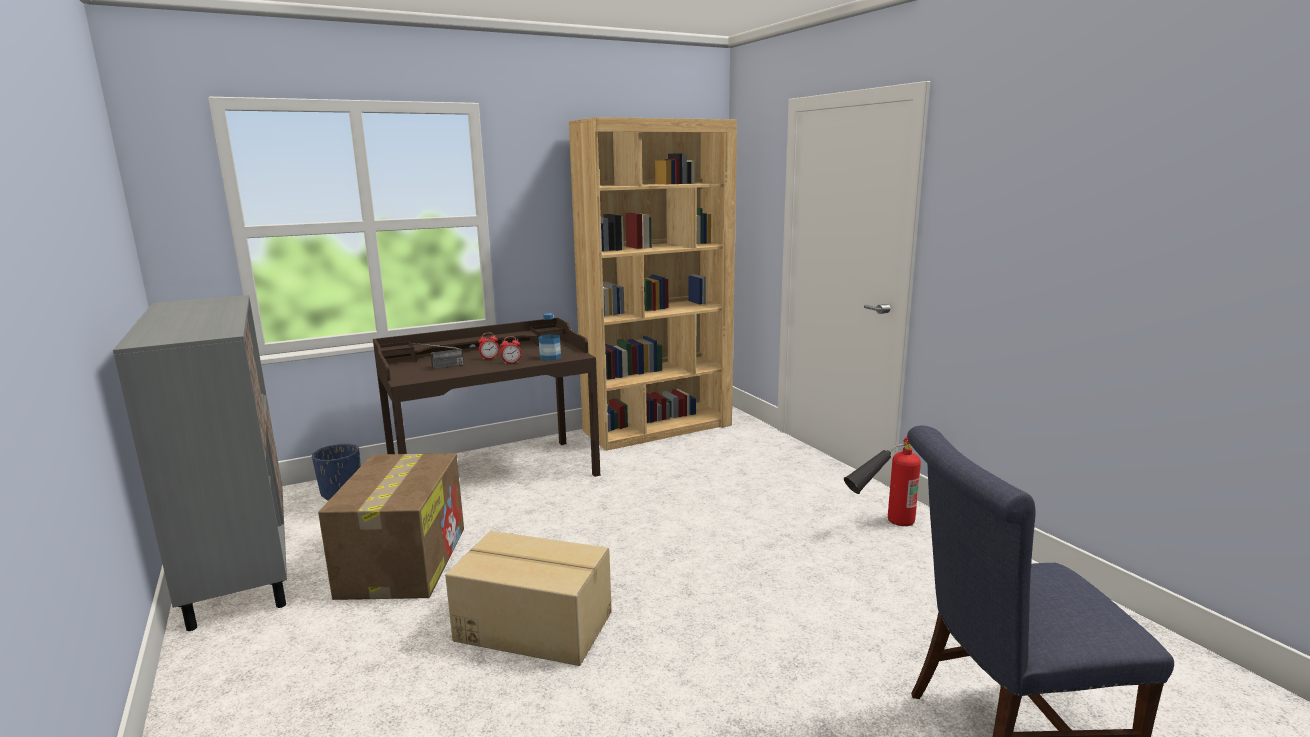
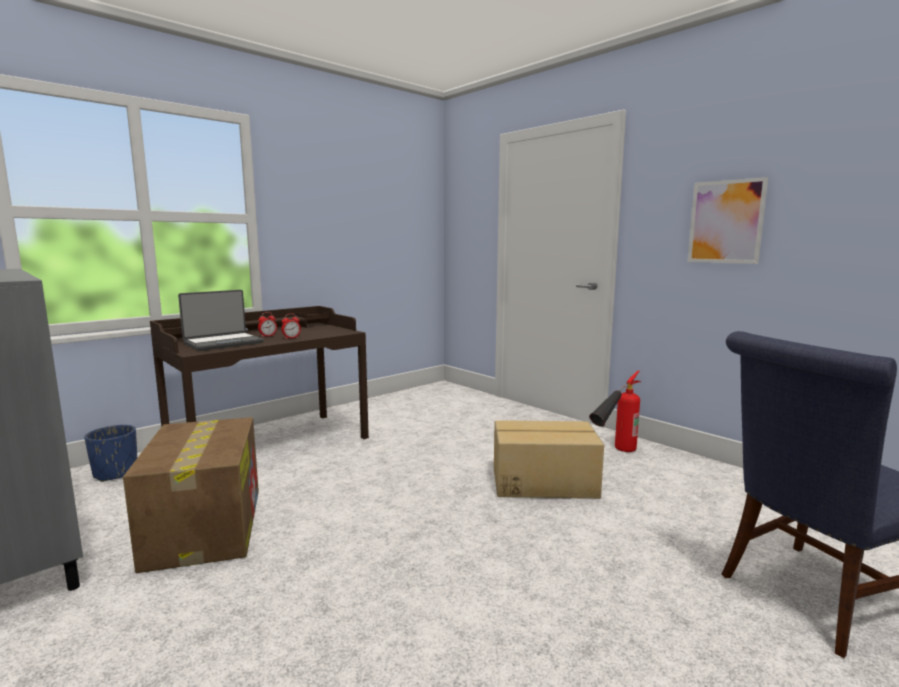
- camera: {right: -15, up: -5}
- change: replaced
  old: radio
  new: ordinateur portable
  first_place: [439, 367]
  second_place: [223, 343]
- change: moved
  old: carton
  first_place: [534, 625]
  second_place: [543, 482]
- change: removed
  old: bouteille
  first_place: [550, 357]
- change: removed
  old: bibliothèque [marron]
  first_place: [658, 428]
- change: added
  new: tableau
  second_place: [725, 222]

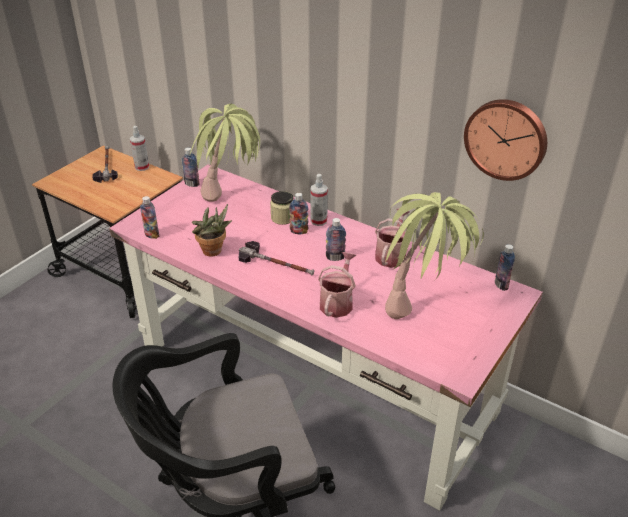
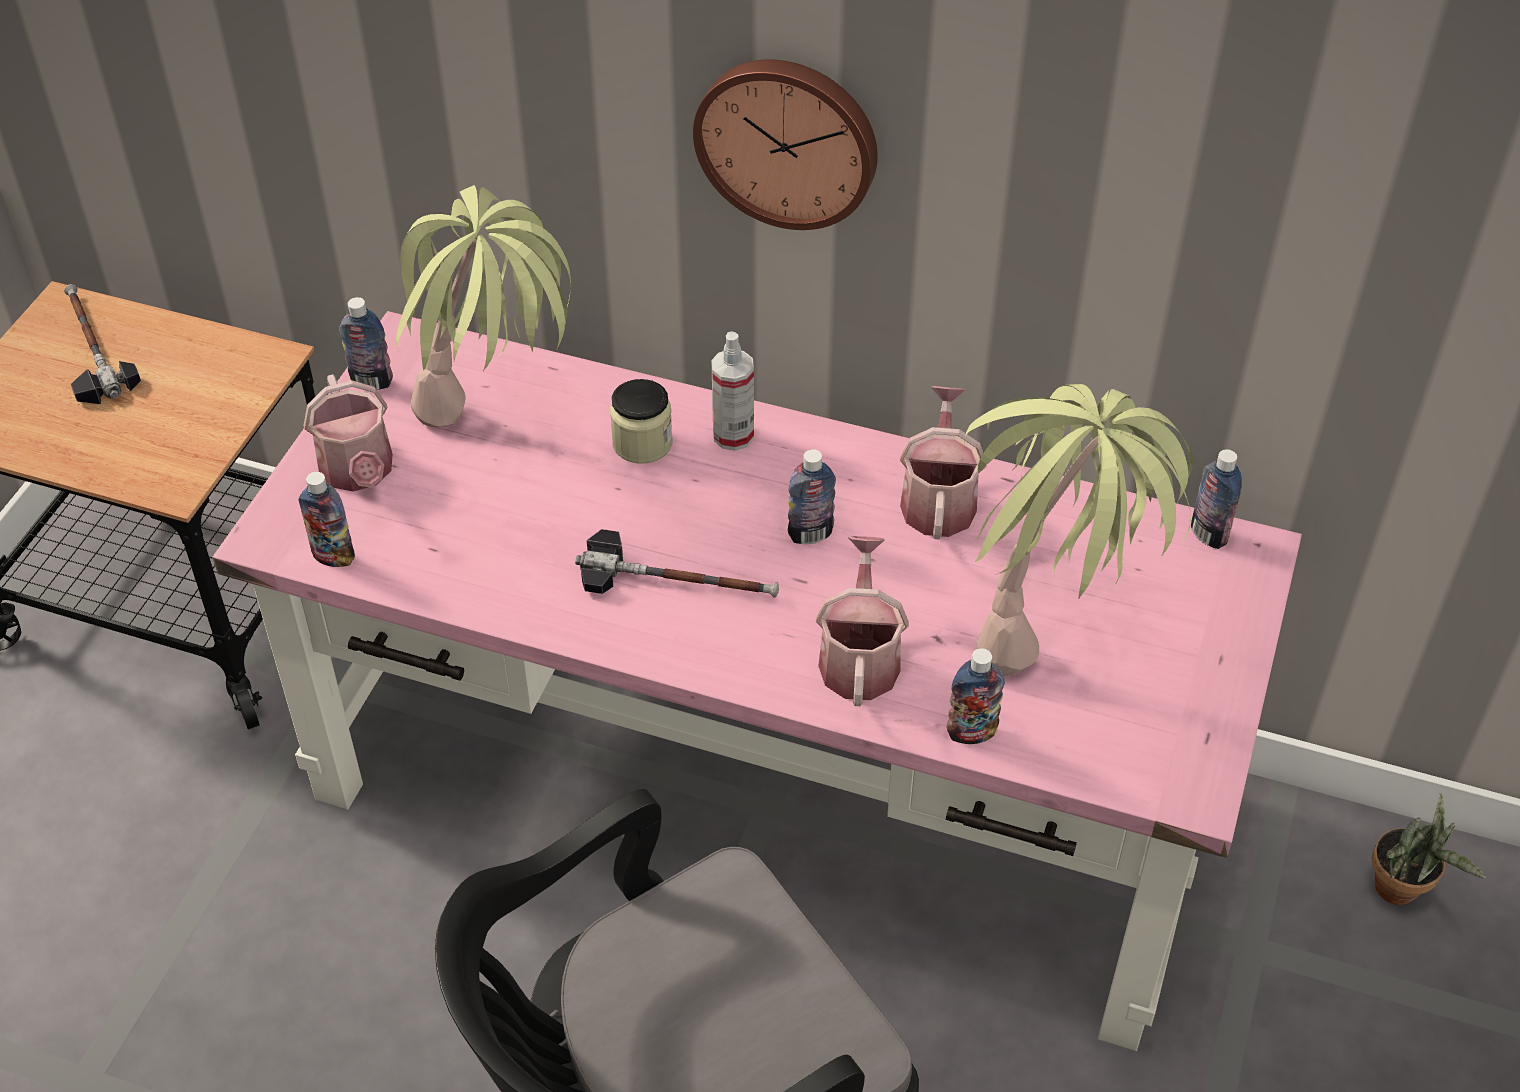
- camera: {right: -15, up: 10}
- change: removed
  old: vaporisateur
  first_place: [142, 167]
- change: moved
  old: plante en pot
  first_place: [214, 252]
  second_place: [1403, 891]
- change: moved
  old: bouteille
  first_place: [299, 231]
  second_place: [971, 733]
- change: moved
  old: horloge murale
  first_place: [506, 138]
  second_place: [788, 140]
- change: added
  new: arrosoir
  second_place: [359, 473]

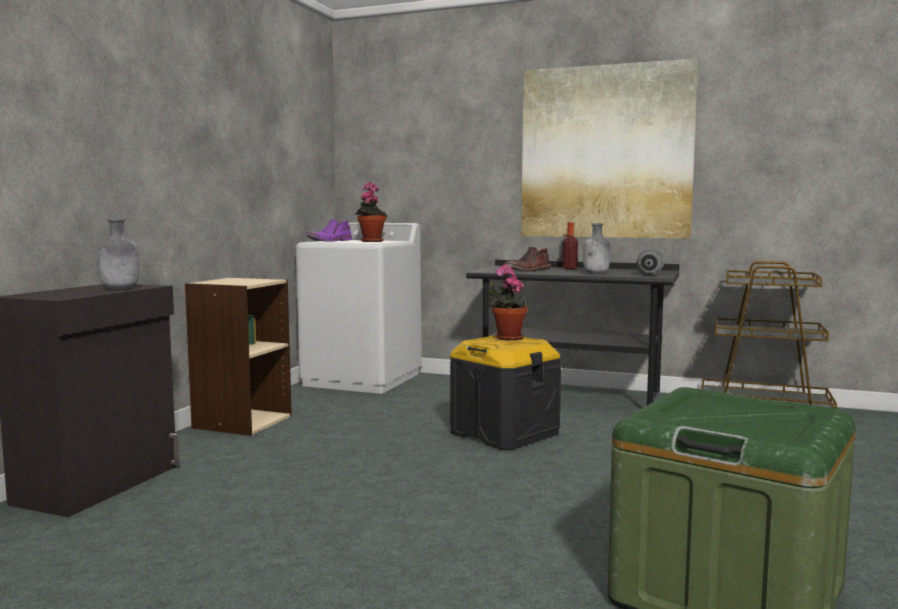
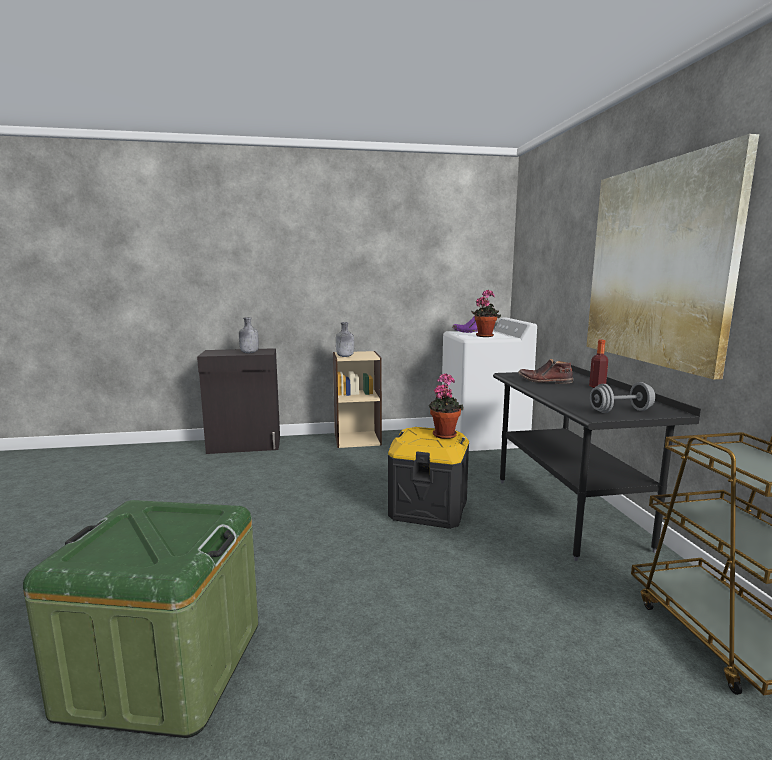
- camera: {right: 60, up: 5}
- change: moved
  old: bouteille [gris]
  first_place: [596, 273]
  second_place: [345, 356]

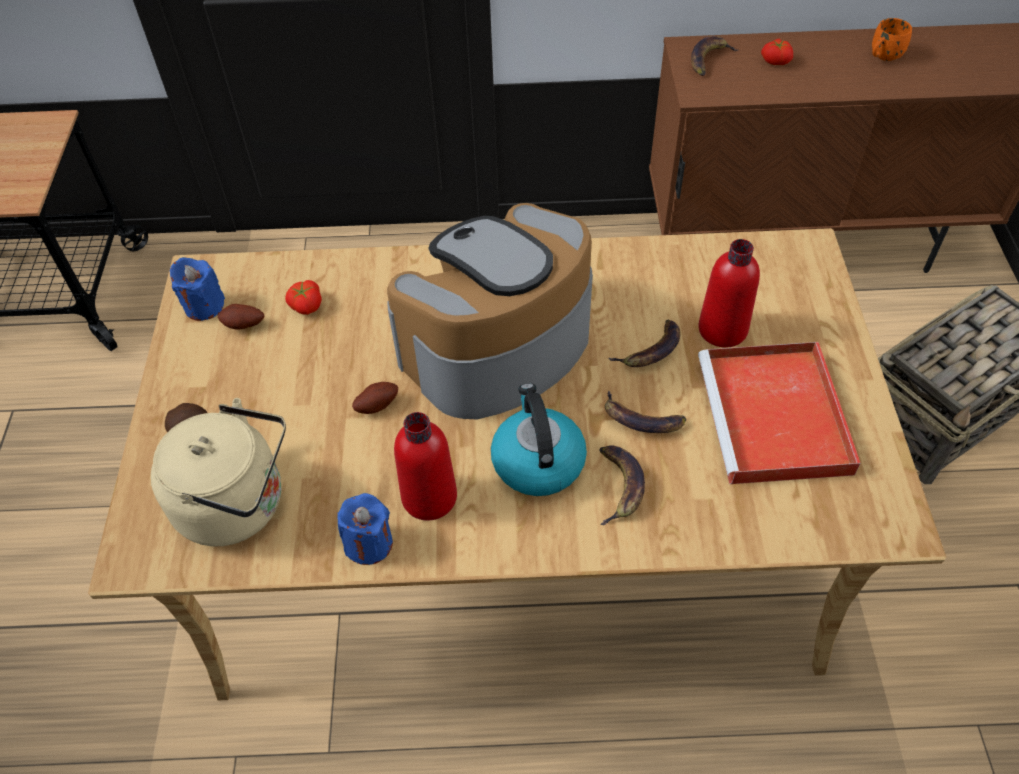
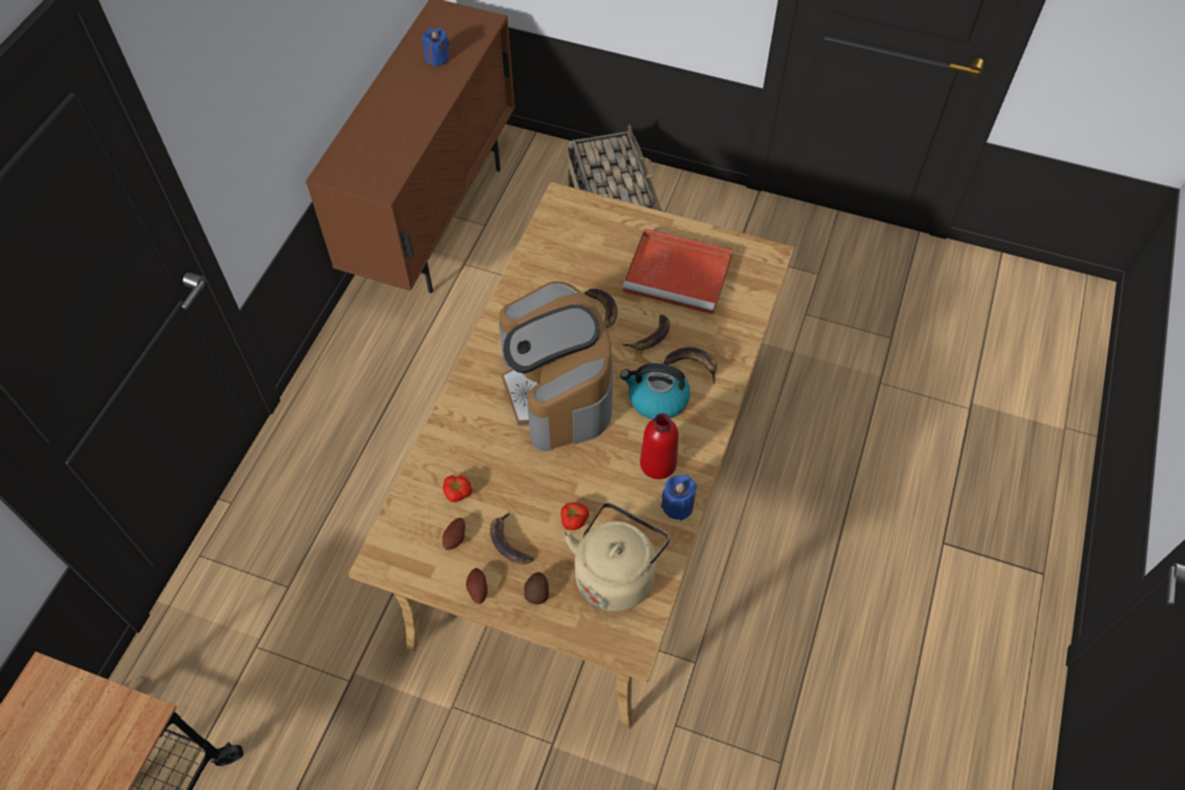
- camera: {right: -70, up: 5}
- change: moved
  old: bougie [bleu]
  first_place: [204, 306]
  second_place: [437, 58]
- change: moved
  old: pomme de terre
  first_place: [376, 405]
  second_place: [477, 590]
- change: moved
  old: banane
  first_place: [709, 59]
  second_place: [509, 542]
- change: removed
  old: bouteille [rouge]
  first_place: [722, 329]
- change: moved
  old: tomate
  first_place: [776, 60]
  second_place: [573, 519]
- change: removed
  old: mug [orange]
  first_place: [883, 57]

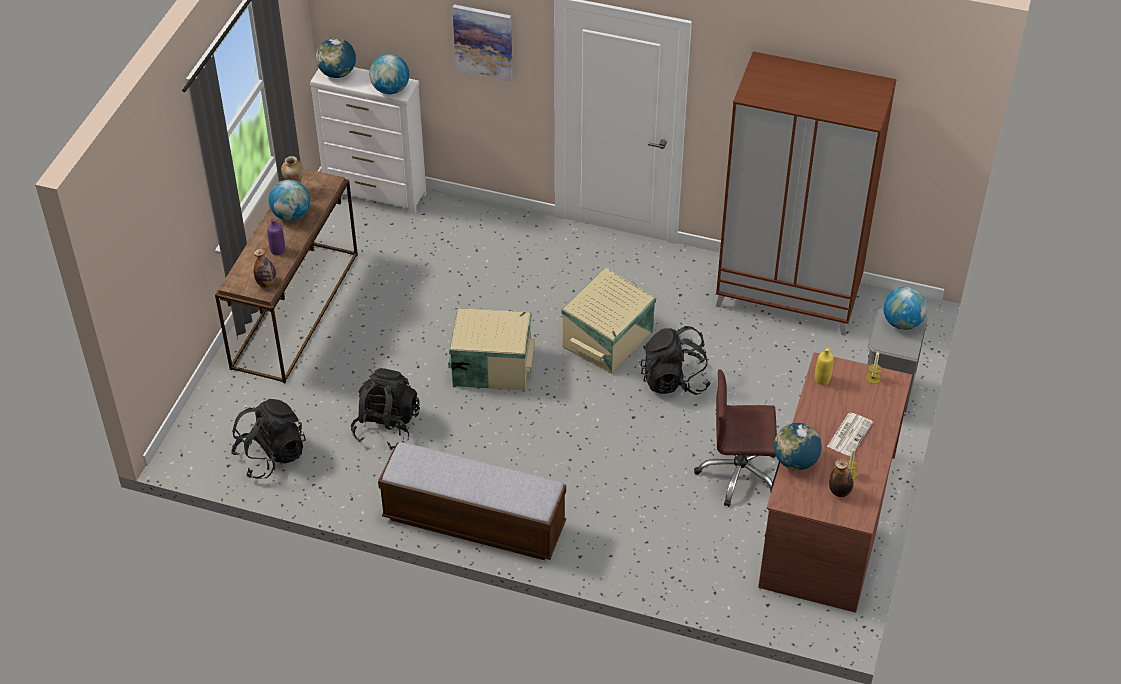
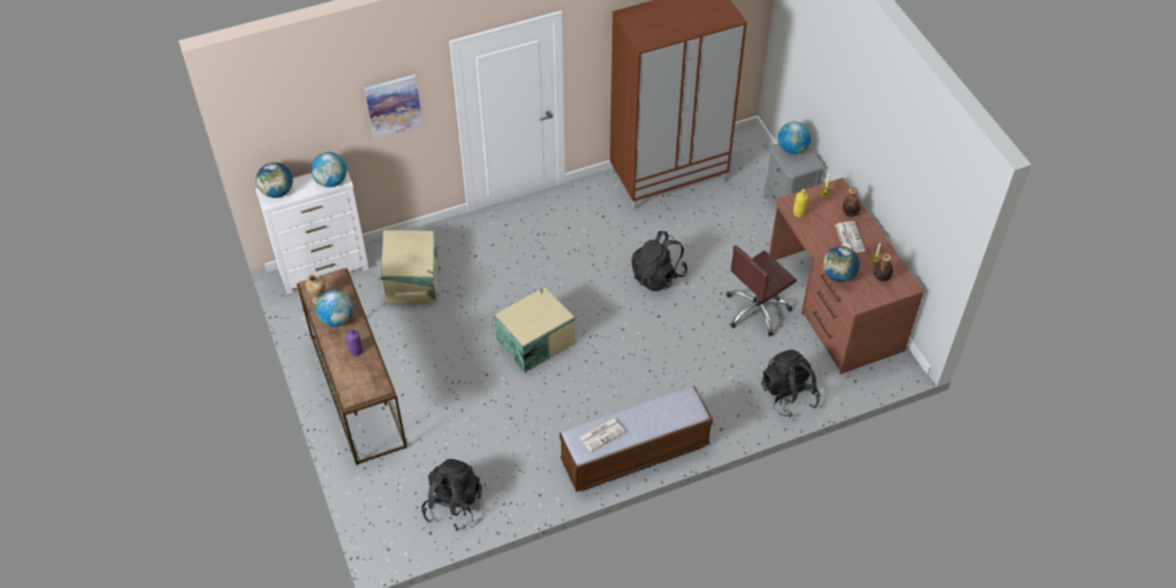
- camera: {right: -40, up: 5}
- change: moved
  old: bouteille
  first_place: [266, 283]
  second_place: [850, 213]
- change: moved
  old: sac à dos [noir]
  first_place: [386, 426]
  second_place: [788, 395]
- change: moved
  old: boîte de rangement [beige]
  first_place: [609, 339]
  second_place: [413, 279]
- change: added
  new: journal
  second_place: [602, 434]

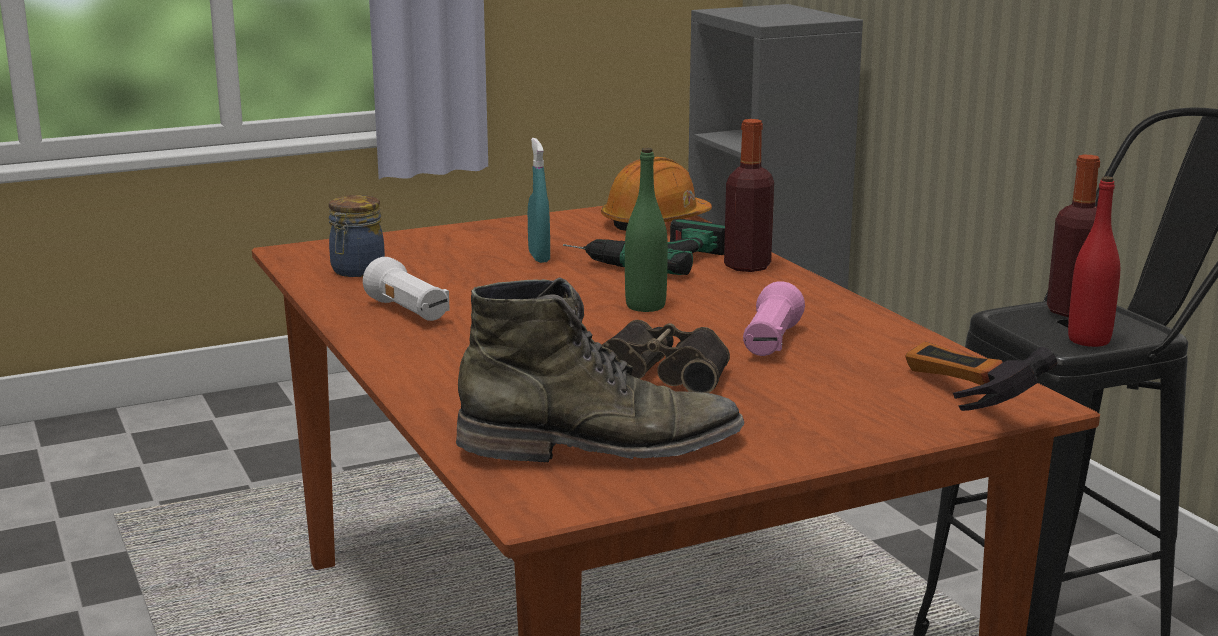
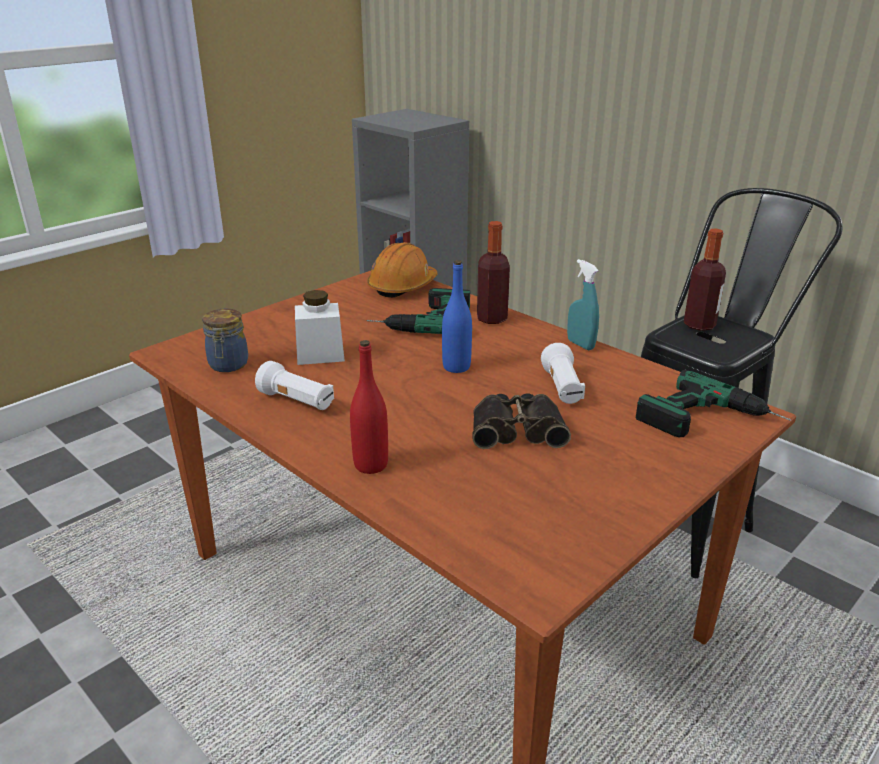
- camera: {right: -20, up: 10}
- change: removed
  old: botte [vert]
  first_place: [602, 447]
- change: moved
  old: vaporisateur [turquoise]
  first_place: [539, 257]
  second_place: [580, 344]
- change: recoloured
  old: bouteille [vert]
  new: bouteille [bleu]
  first_place: [645, 306]
  second_place: [456, 367]
- change: recoloured
  old: lampe de poche [rose]
  new: lampe de poche [blanc]
  first_place: [770, 343]
  second_place: [562, 388]
- change: replaced
  old: marteau
  new: perceuse
  first_place: [955, 401]
  second_place: [712, 421]
- change: moved
  old: bouteille [rouge]
  first_place: [1089, 340]
  second_place: [371, 465]
- change: added
  new: bocal [blanc]
  second_place: [320, 354]

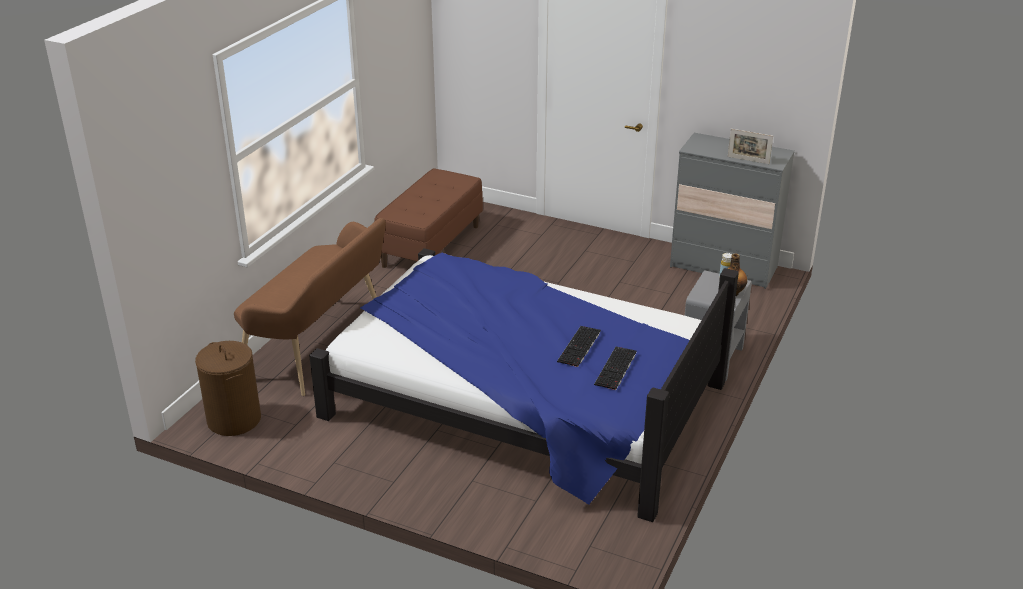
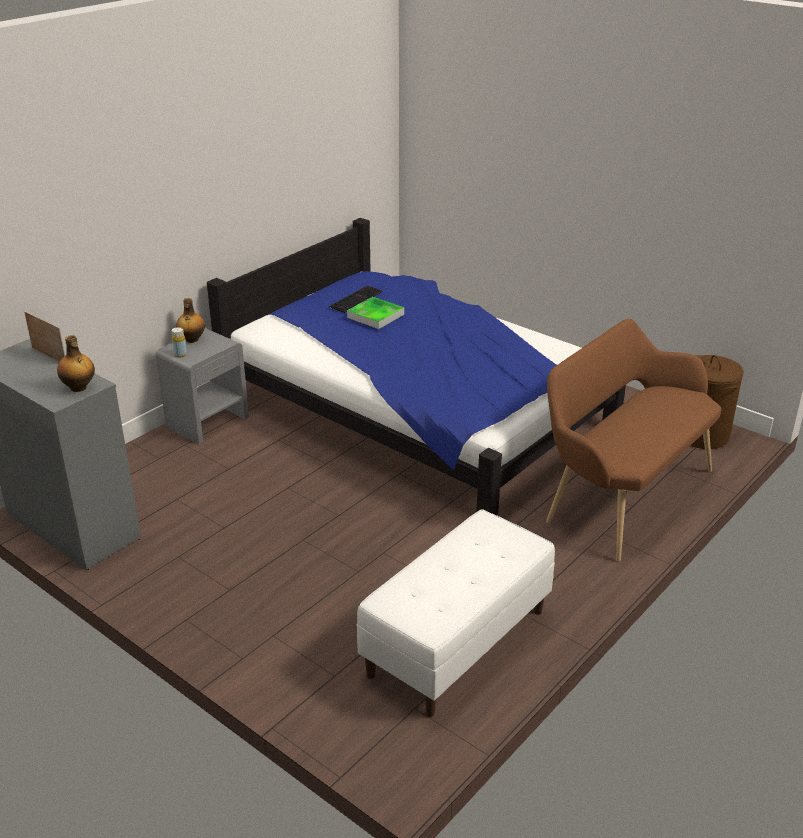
- camera: {right: -165, up: 0}
- change: recoloured
  old: banc [marron]
  new: banc [blanc]
  first_place: [431, 245]
  second_place: [457, 643]
- change: replaced
  old: clavier
  new: plateau
  first_place: [580, 347]
  second_place: [375, 316]
- change: added
  new: bouteille
  second_place: [79, 388]

